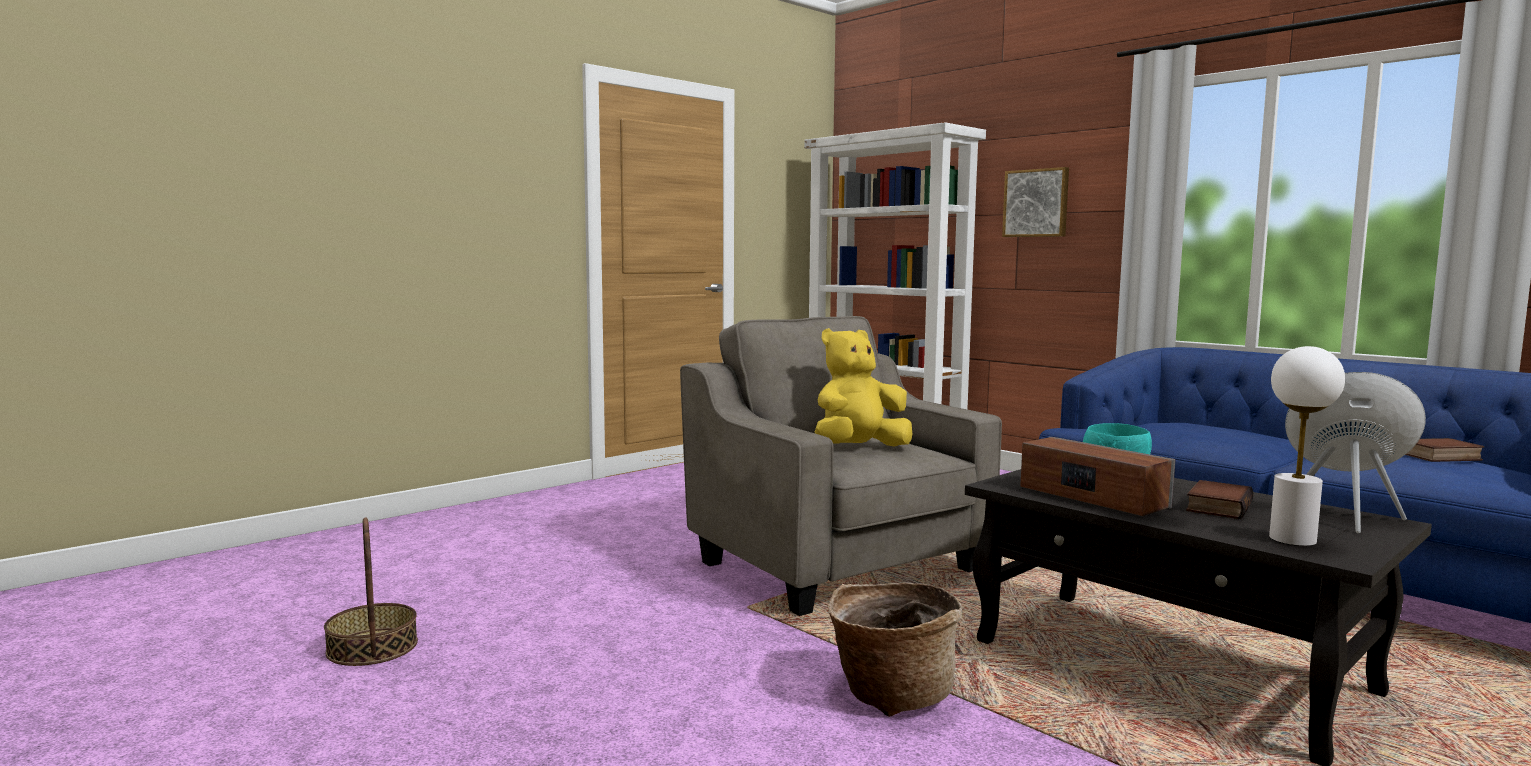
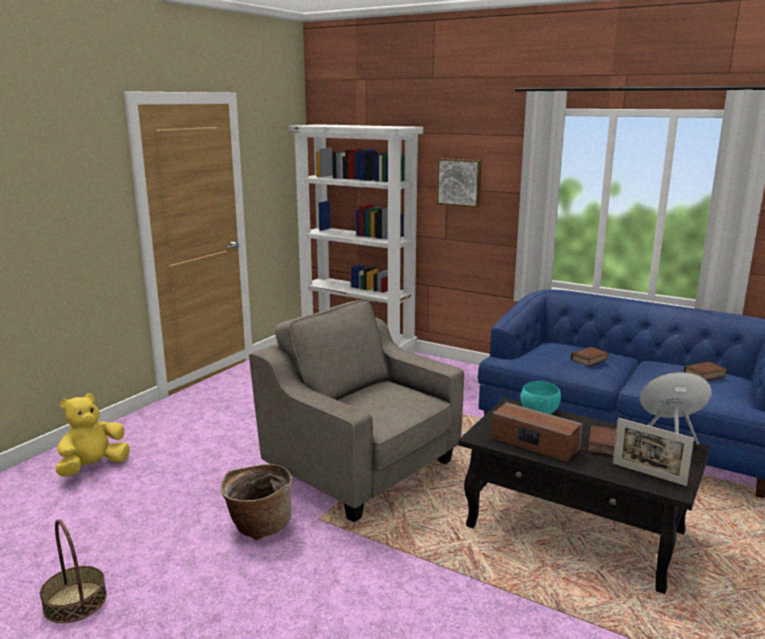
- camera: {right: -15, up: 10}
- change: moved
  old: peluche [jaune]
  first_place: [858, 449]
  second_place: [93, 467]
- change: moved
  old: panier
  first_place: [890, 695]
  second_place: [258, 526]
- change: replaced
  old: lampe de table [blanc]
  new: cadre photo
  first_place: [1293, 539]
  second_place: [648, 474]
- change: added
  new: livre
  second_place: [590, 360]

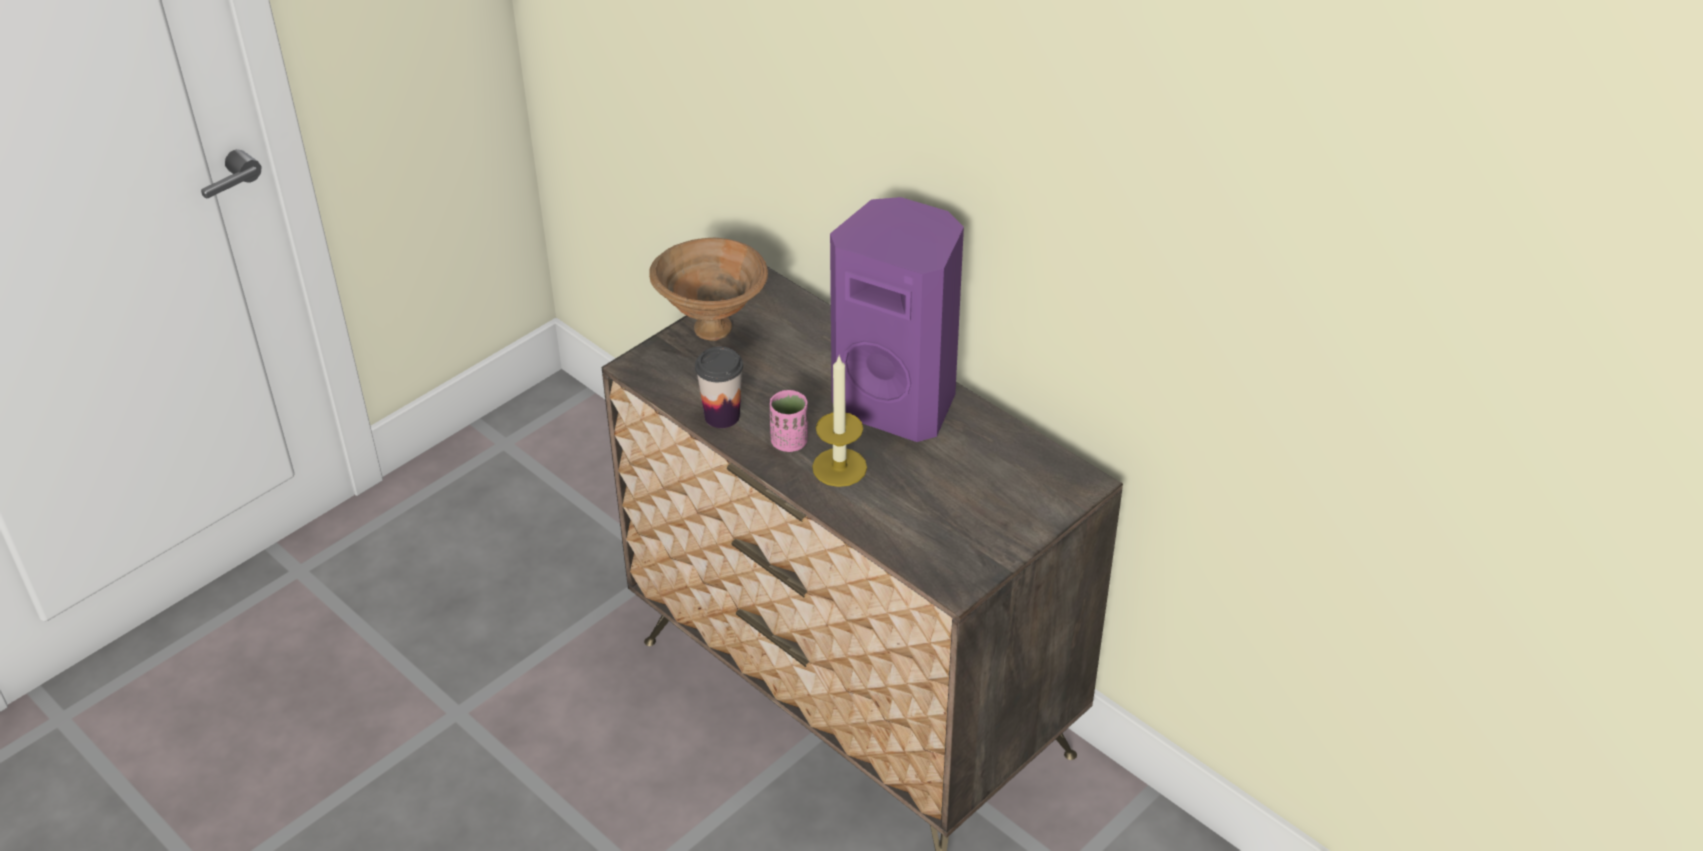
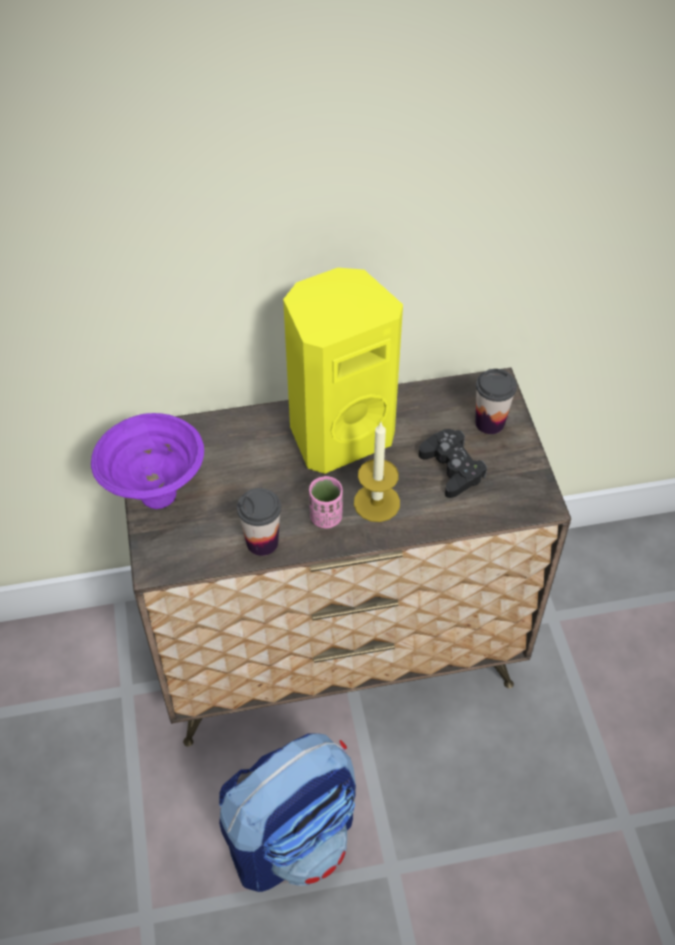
- camera: {right: -55, up: 10}
- change: recoloured
  old: bol [marron]
  new: bol [violet]
  first_place: [710, 327]
  second_place: [155, 496]
- change: recoloured
  old: enceinte [violet]
  new: enceinte [jaune]
  first_place: [898, 403]
  second_place: [339, 434]
- change: added
  new: sac à dos
  second_place: [293, 836]
- change: added
  new: manette [noir]
  second_place: [452, 468]
- change: added
  new: tasse
  second_place: [489, 423]

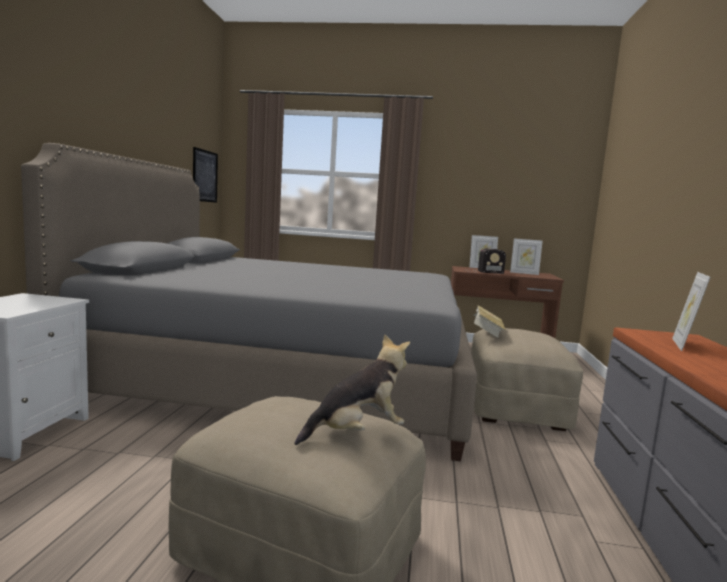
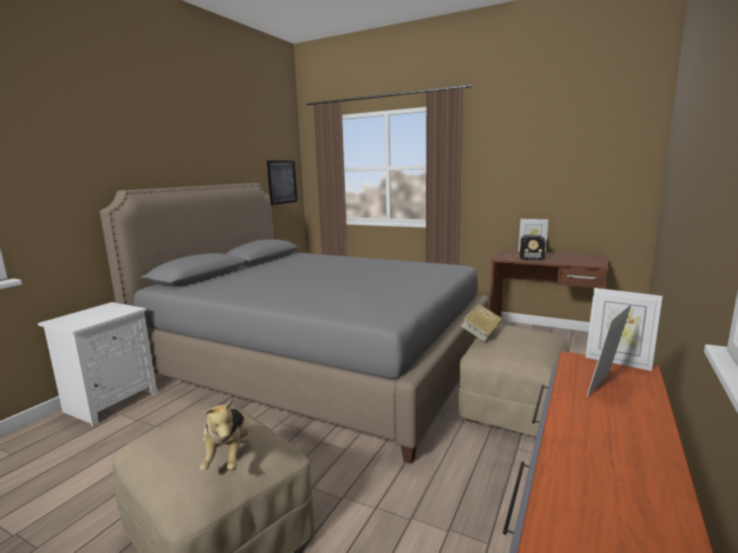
- camera: {right: 20, up: 5}
- change: turned
  old: peluche
  first_place: [357, 433]
  second_place: [229, 456]
  degrees: 90
- change: moved
  old: cadre photo
  first_place: [524, 273]
  second_place: [618, 361]

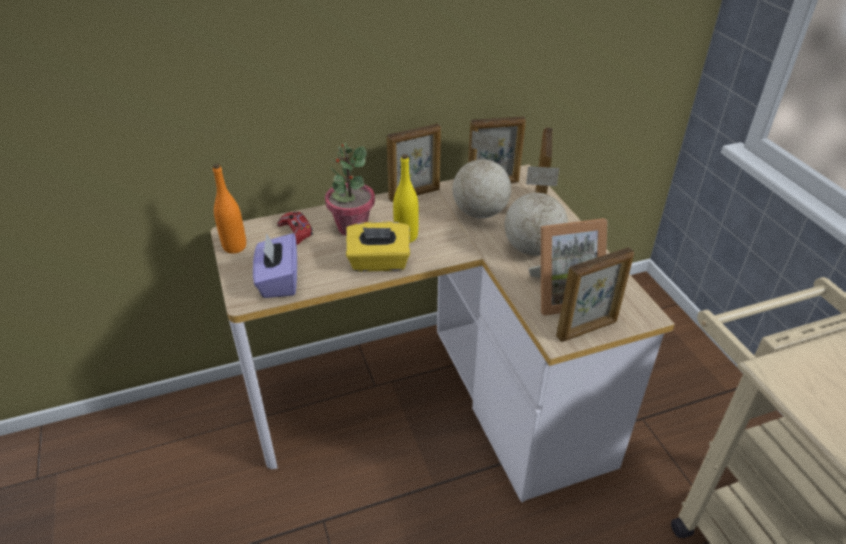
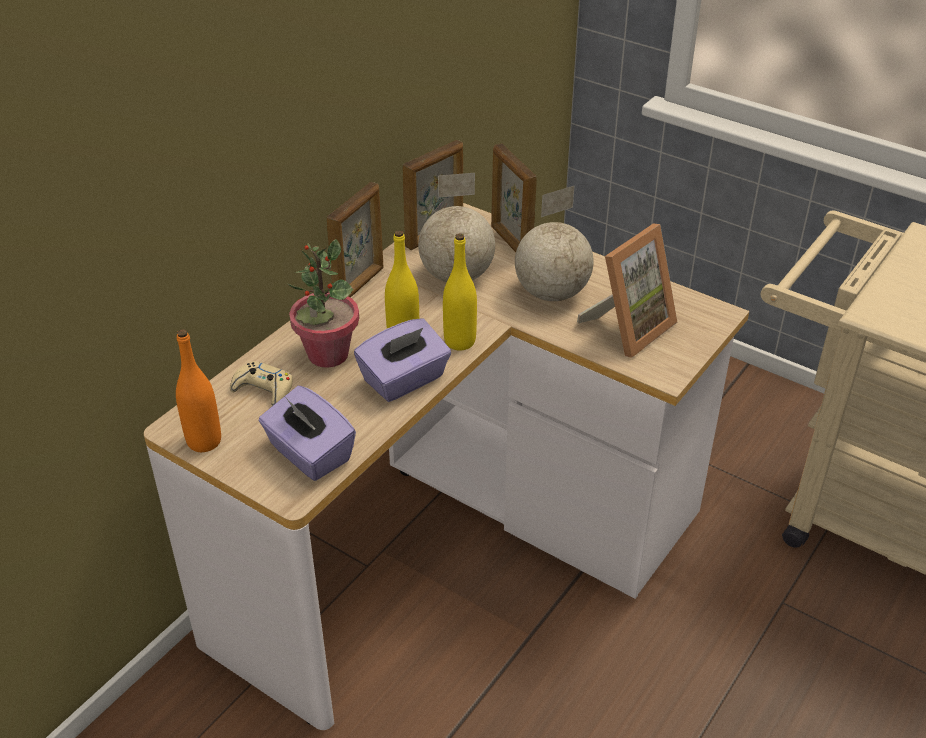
- camera: {right: -35, up: 0}
- change: recoloured
  old: manette [rouge]
  new: manette [beige]
  first_place: [296, 232]
  second_place: [264, 390]
- change: recoloured
  old: boîte à mouchoirs [jaune]
  new: boîte à mouchoirs [violet]
  first_place: [379, 262]
  second_place: [404, 380]
- change: removed
  old: cadre photo
  first_place: [587, 329]
- change: added
  new: bouteille [jaune]
  second_place: [459, 341]

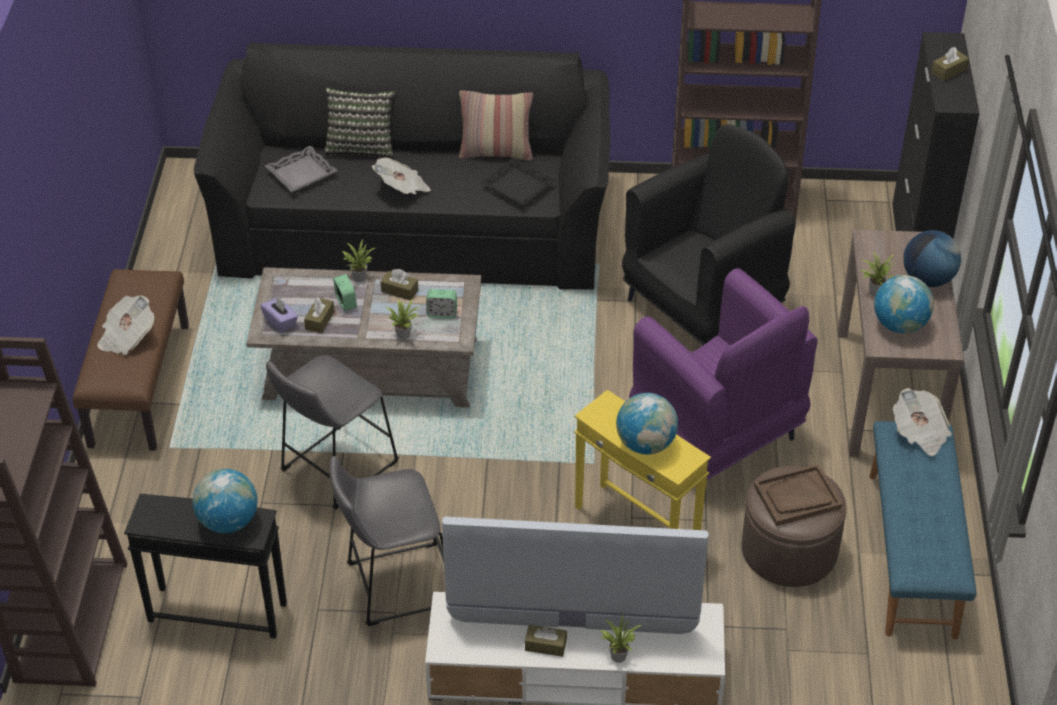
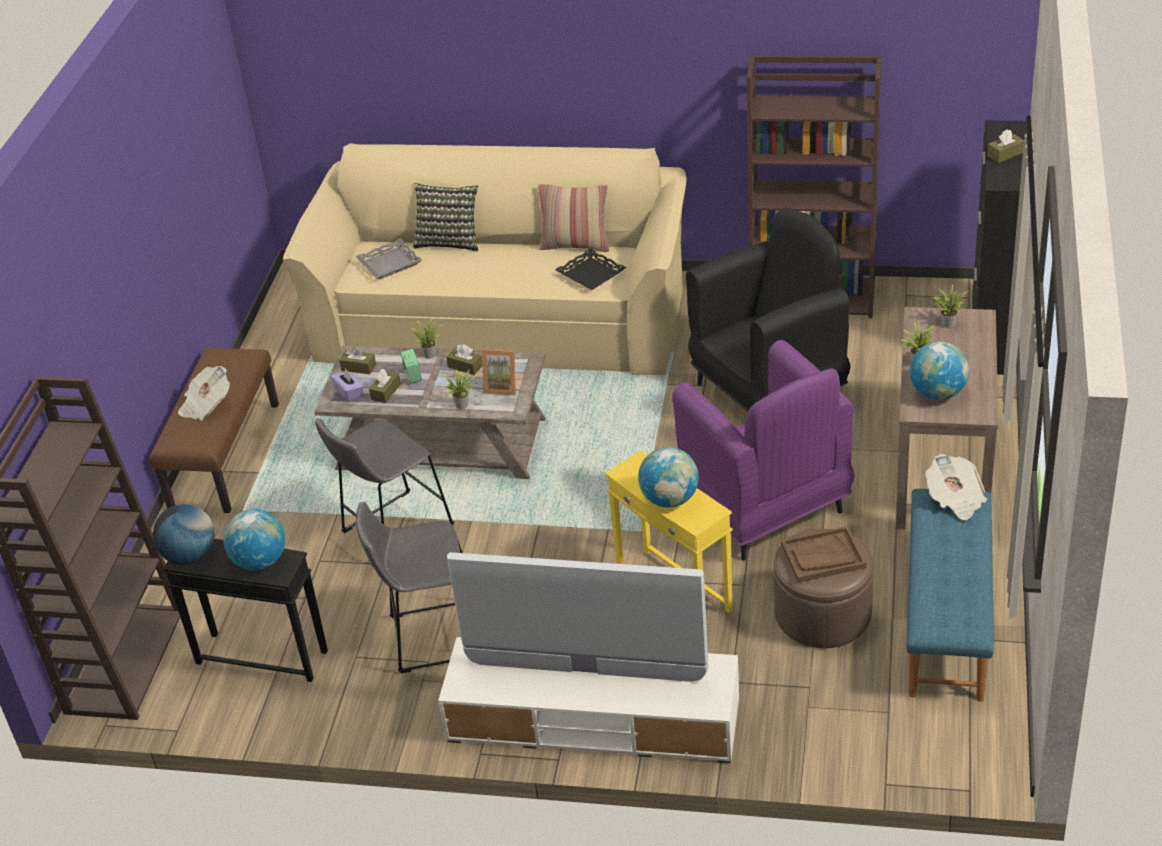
- camera: {right: 10, up: -5}
- change: recoloured
  old: canapé [noir]
  new: canapé [beige]
  first_place: [414, 223]
  second_place: [503, 316]
- change: removed
  old: journal
  first_place: [402, 188]
- change: replaced
  old: réveil
  new: cadre photo
  first_place: [442, 313]
  second_place: [502, 386]
- change: moved
  old: boîte à mouchoirs [marron]
  first_place: [545, 645]
  second_place: [358, 367]
- change: moved
  old: plante en pot
  first_place: [617, 655]
  second_place: [947, 323]
- change: moved
  old: globe
  first_place: [928, 279]
  second_place: [190, 556]

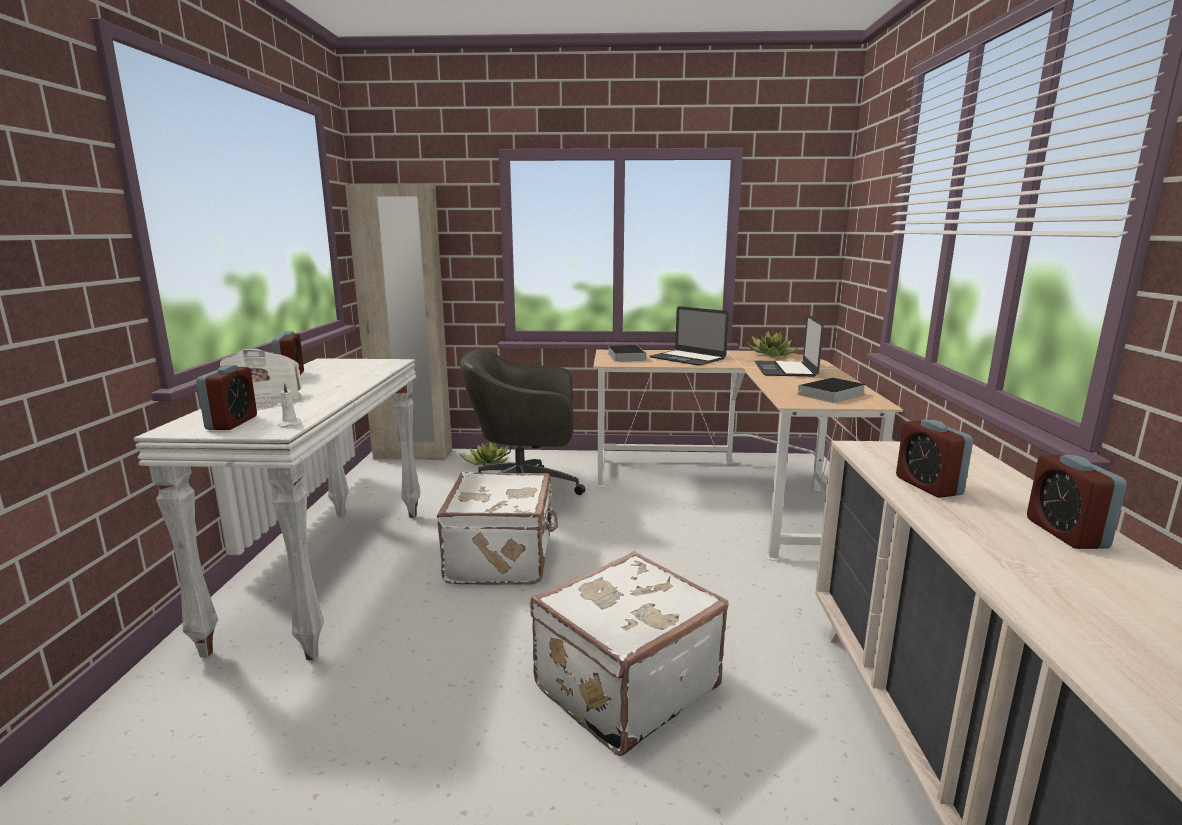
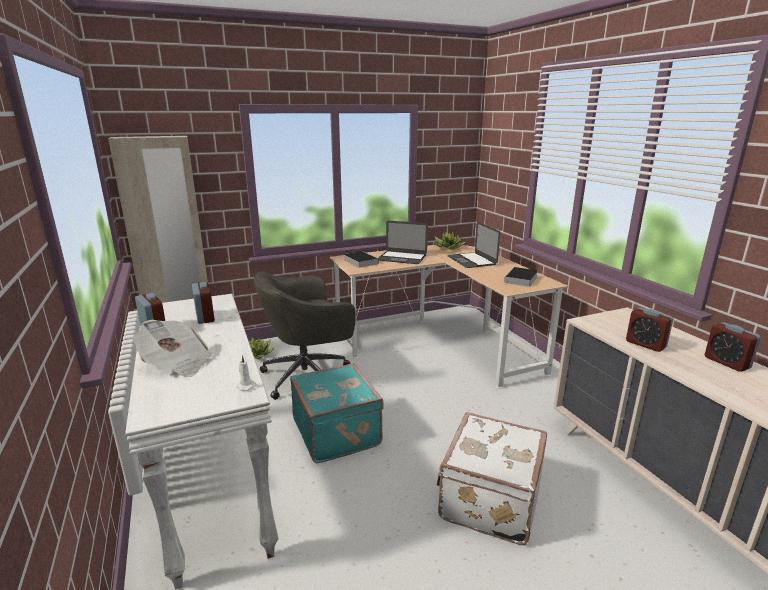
- camera: {right: -25, up: 5}
- change: moved
  old: réveil
  first_place: [232, 423]
  second_place: [205, 317]
- change: recoloured
  old: valise [blanc]
  new: valise [turquoise]
  first_place: [503, 558]
  second_place: [338, 432]

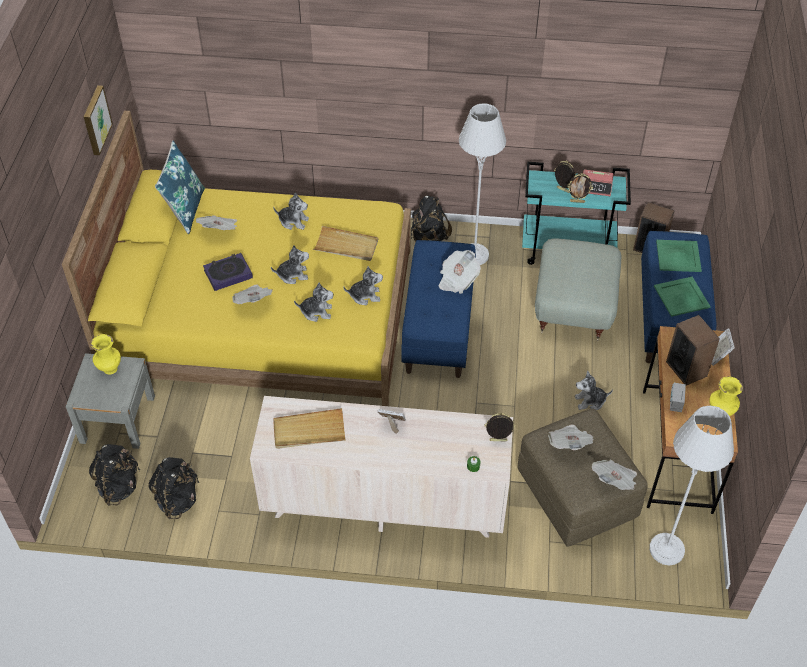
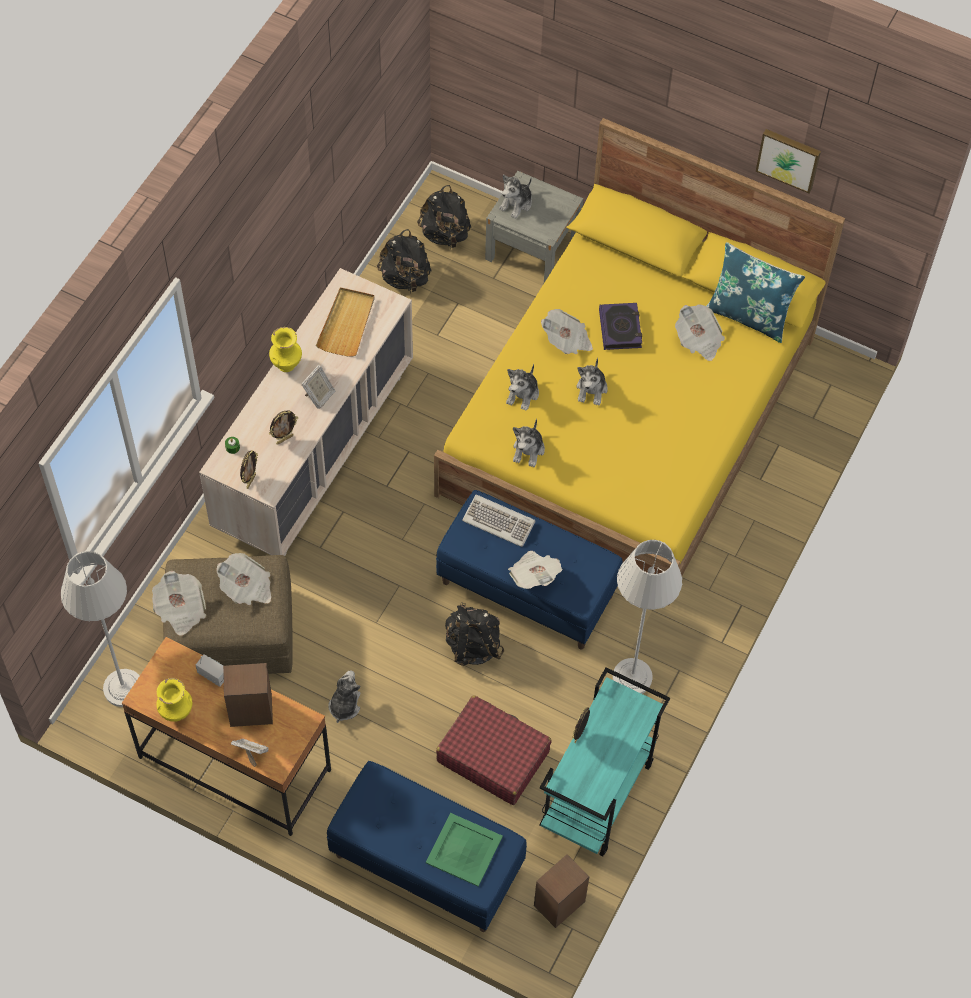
- camera: {right: 110, up: 10}
- change: moved
  old: vase [jaune]
  first_place: [109, 369]
  second_place: [287, 364]
- change: moved
  old: peluche
  first_place: [293, 221]
  second_place: [516, 204]
- change: removed
  old: plateau [beige]
  first_place: [346, 246]
- change: moved
  old: sac à dos [noir]
  first_place: [429, 237]
  second_place: [473, 645]
- change: replaced
  old: pouf [gris]
  new: valise [rouge]
  first_place: [574, 308]
  second_place: [493, 756]
- change: moved
  old: cadre photo
  first_place: [562, 190]
  second_place: [284, 439]
- change: removed
  old: réveil
  first_place: [596, 186]
- change: removed
  old: plateau [vert]
  first_place: [681, 296]
- change: added
  new: clavier
  second_place: [499, 521]

